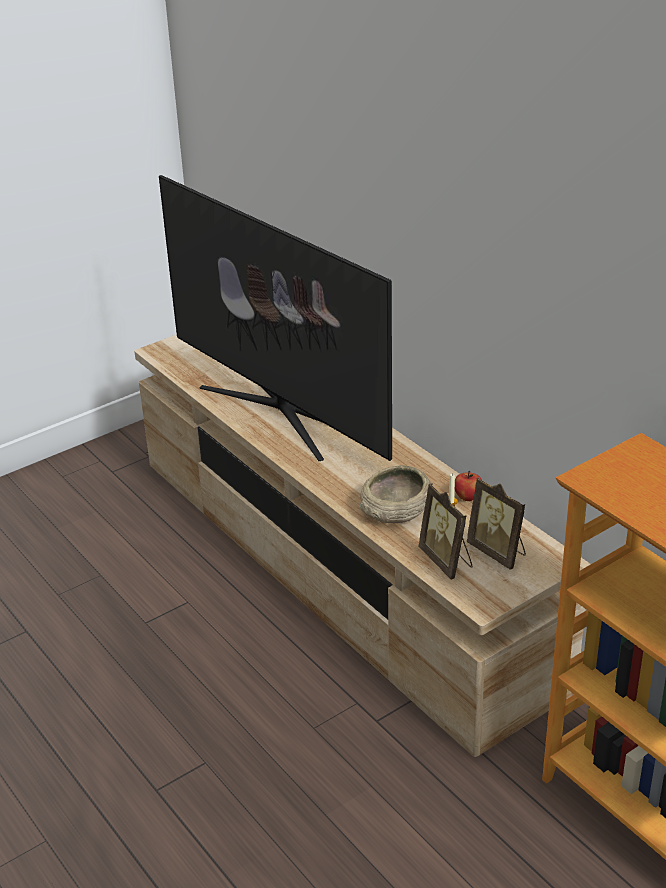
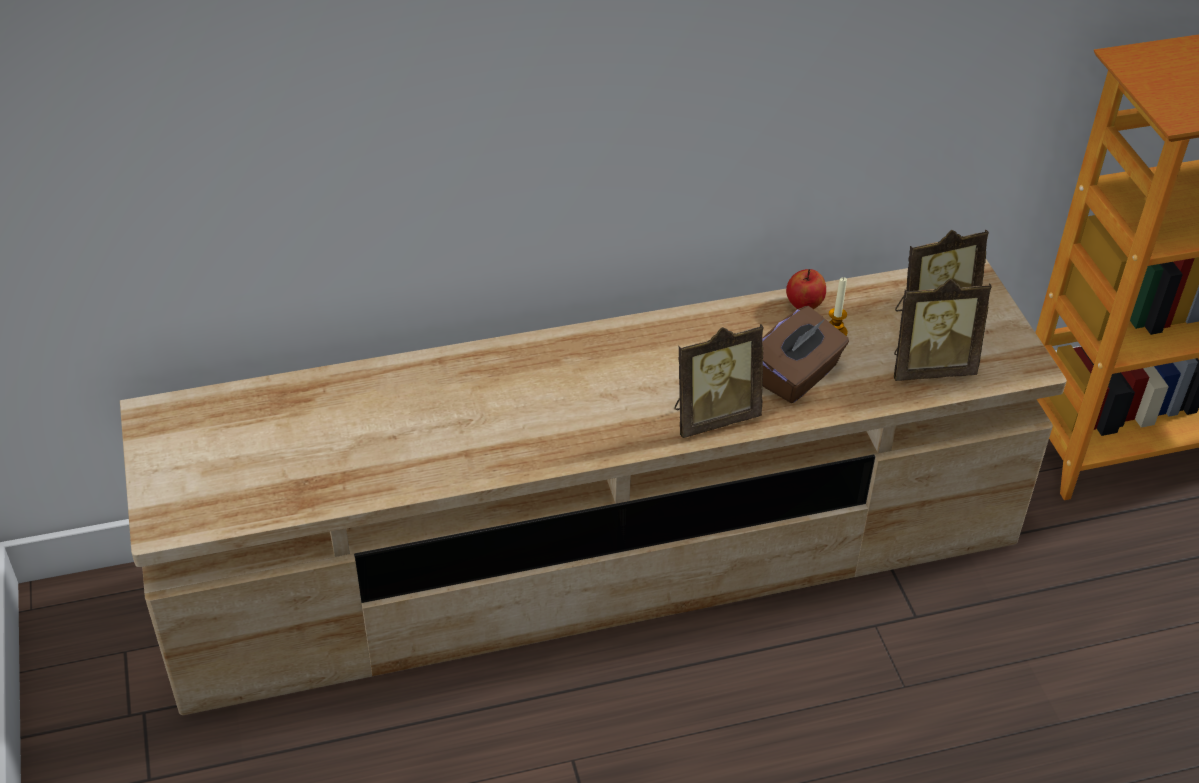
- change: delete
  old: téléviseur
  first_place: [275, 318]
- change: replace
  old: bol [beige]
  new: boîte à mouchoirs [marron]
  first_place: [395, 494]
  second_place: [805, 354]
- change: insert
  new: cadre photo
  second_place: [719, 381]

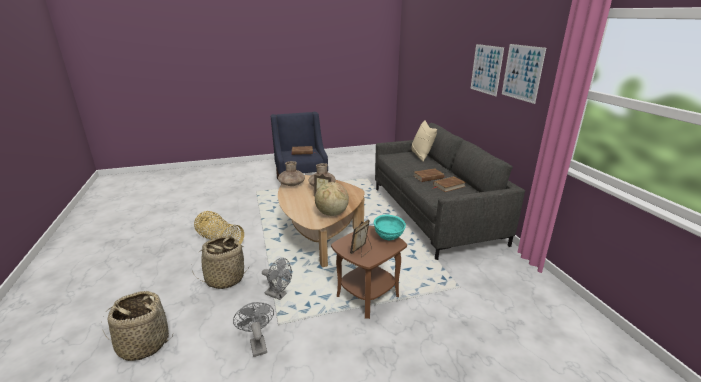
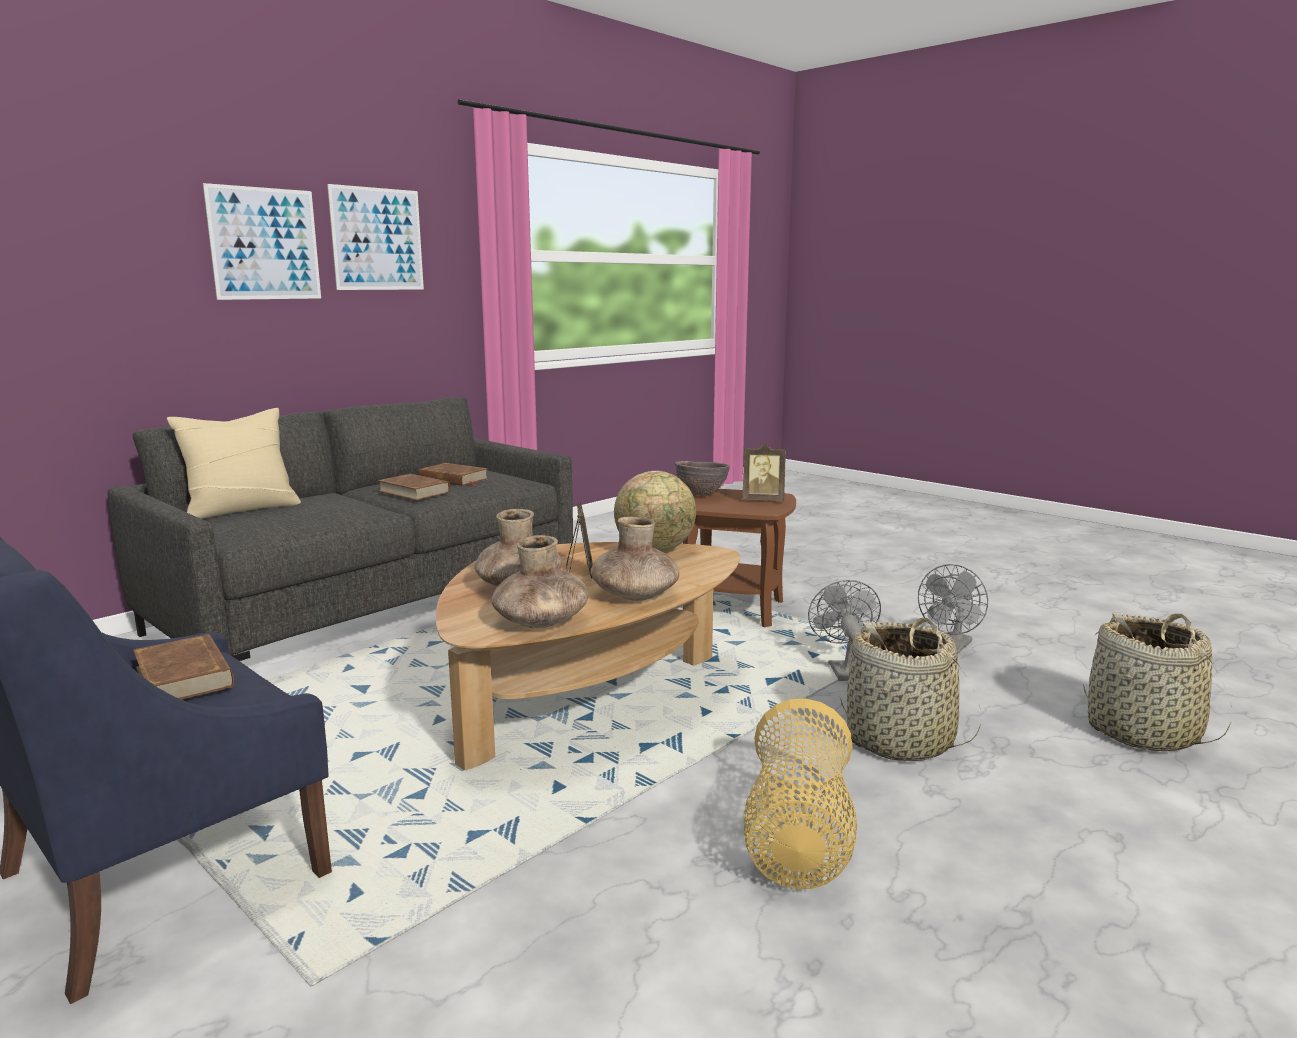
- change: recolor
  old: bol [turquoise]
  new: bol [marron]
  first_place: [390, 227]
  second_place: [702, 478]
- change: insert
  new: vase [marron]
  second_place: [635, 559]

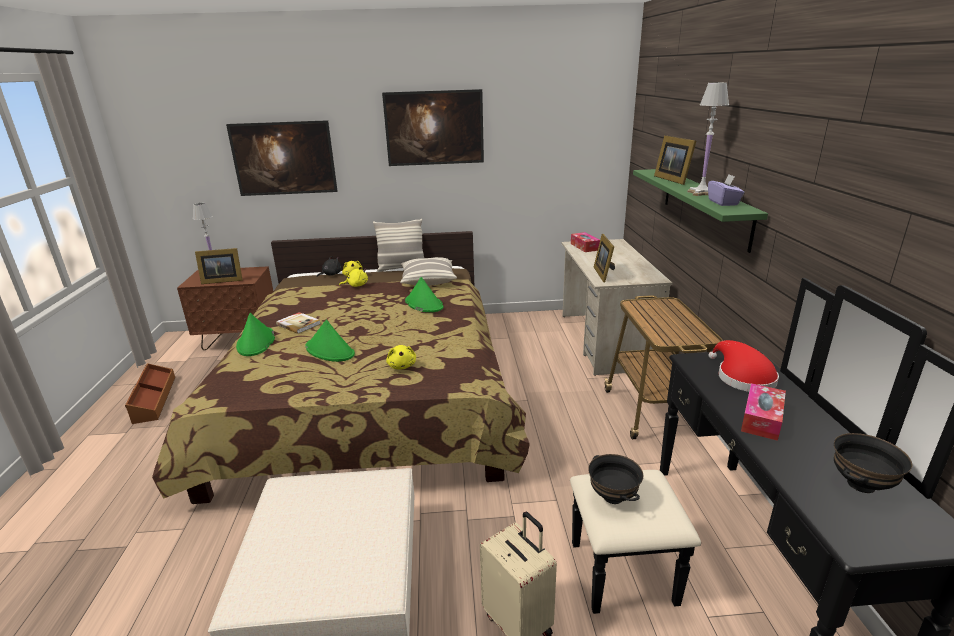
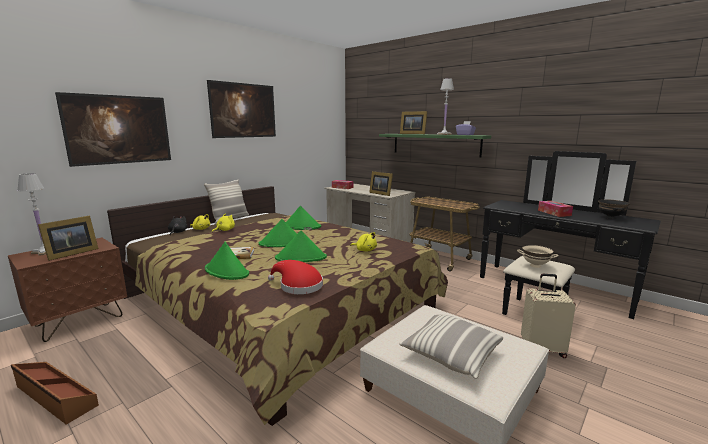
- change: move
  old: coussin
  first_place: [428, 271]
  second_place: [451, 346]
- change: move
  old: chapeau [rouge]
  first_place: [743, 366]
  second_place: [295, 277]
- change: recolor
  old: bol [noir]
  new: bol [beige]
  first_place: [615, 479]
  second_place: [537, 256]
- change: insert
  new: chapeau [vert]
  second_place: [278, 233]

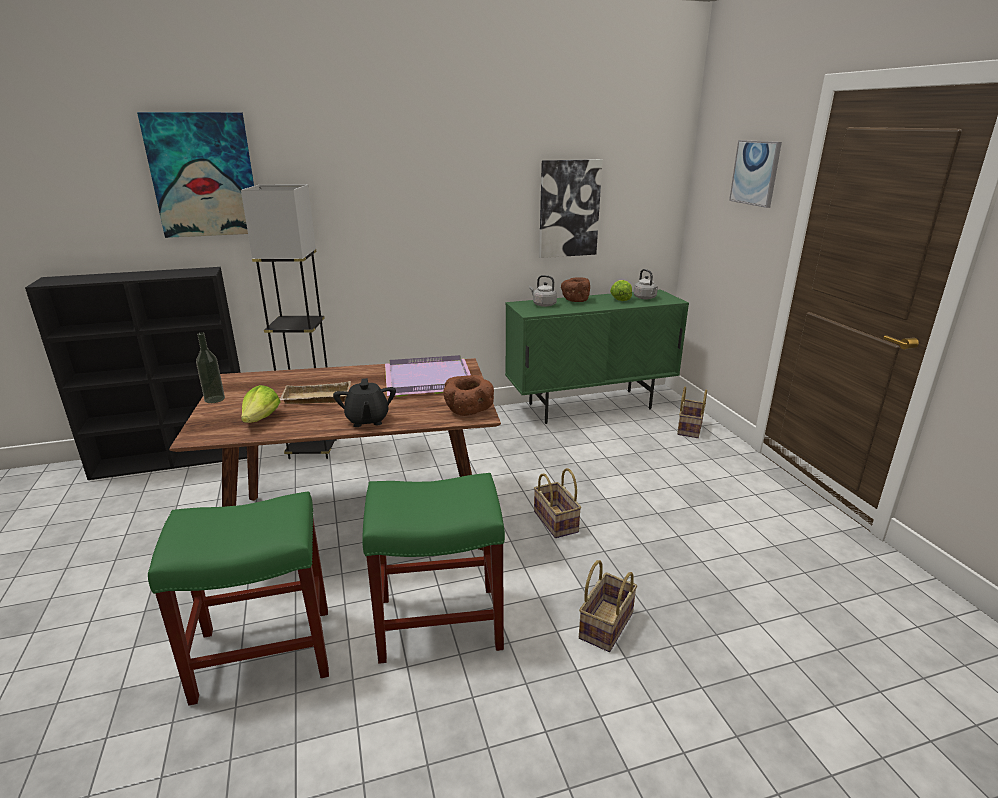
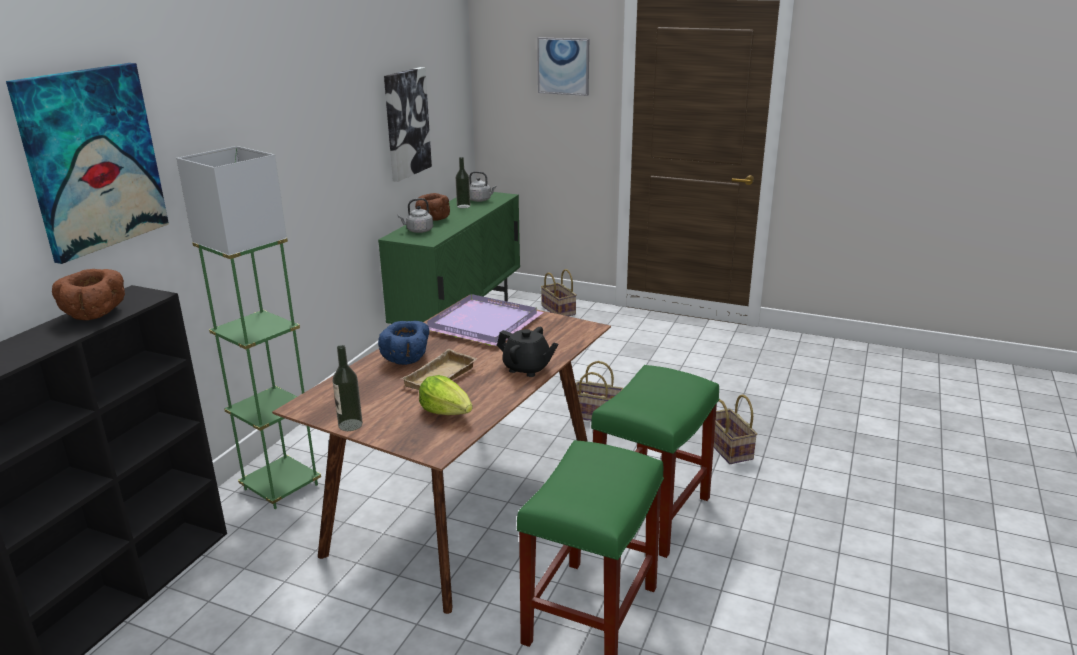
- change: recolor
  old: lampadaire [noir]
  new: lampadaire [vert]
  first_place: [289, 322]
  second_place: [249, 327]
- change: replace
  old: laitue
  new: bouteille
  first_place: [621, 290]
  second_place: [462, 182]
- change: move
  old: bol [marron]
  first_place: [468, 395]
  second_place: [88, 294]
- change: insert
  new: bol [bleu]
  second_place: [403, 343]

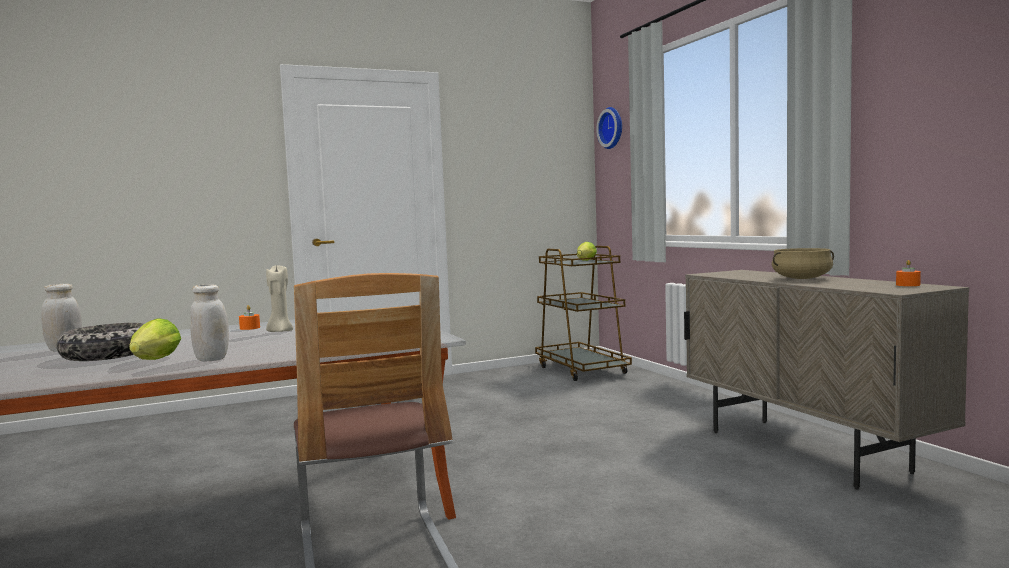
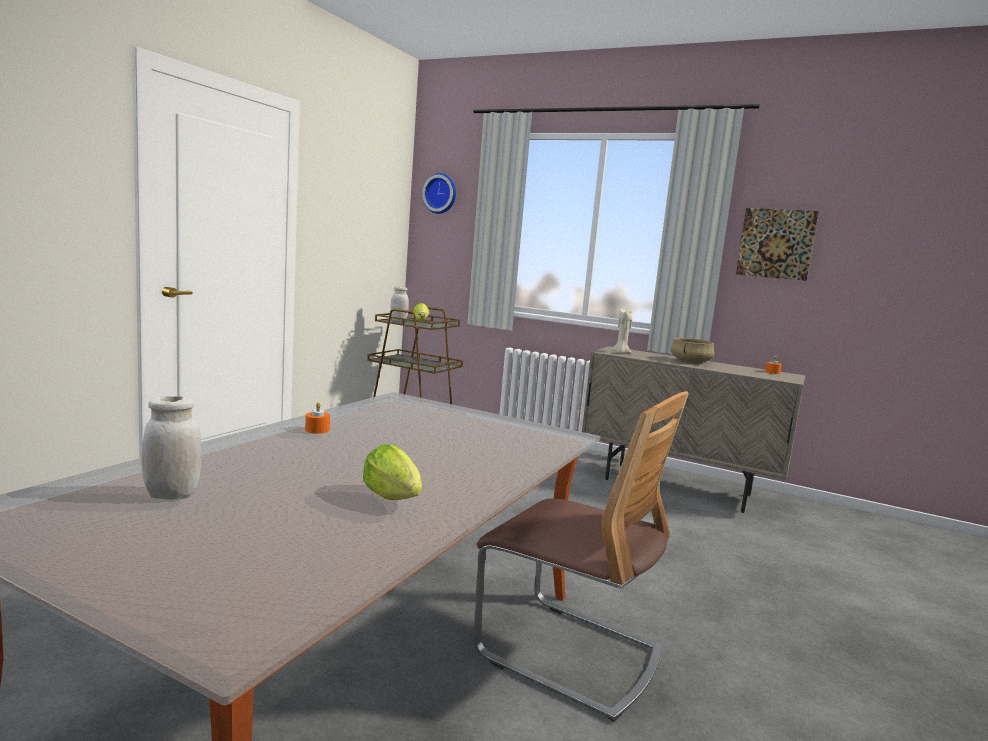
- change: move
  old: bougie [beige]
  first_place: [279, 298]
  second_place: [622, 331]
- change: move
  old: bocal [blanc]
  first_place: [209, 322]
  second_place: [399, 303]
- change: delete
  old: bol
  first_place: [100, 342]
- change: insert
  new: tableau
  second_place: [777, 244]

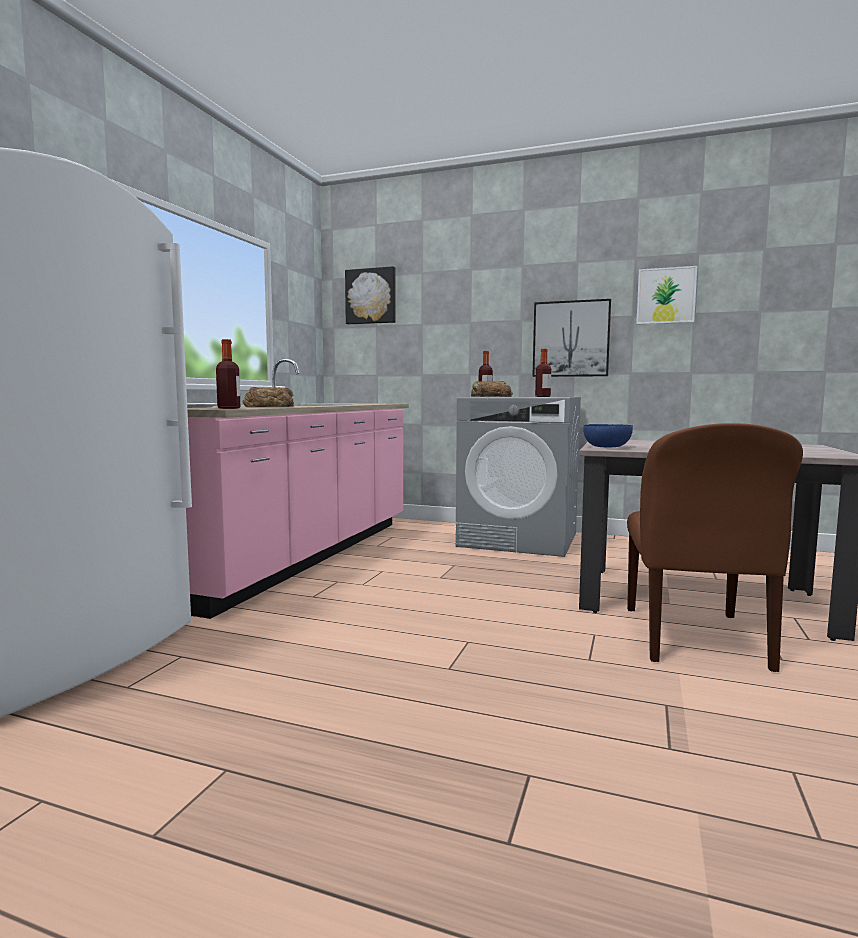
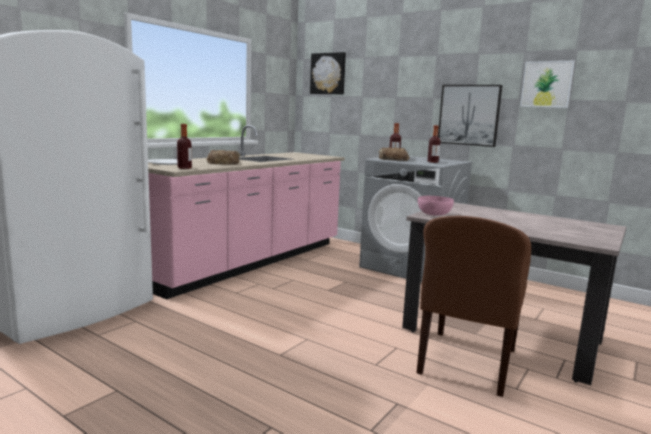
- change: recolor
  old: bol [bleu]
  new: bol [rose]
  first_place: [608, 435]
  second_place: [436, 206]

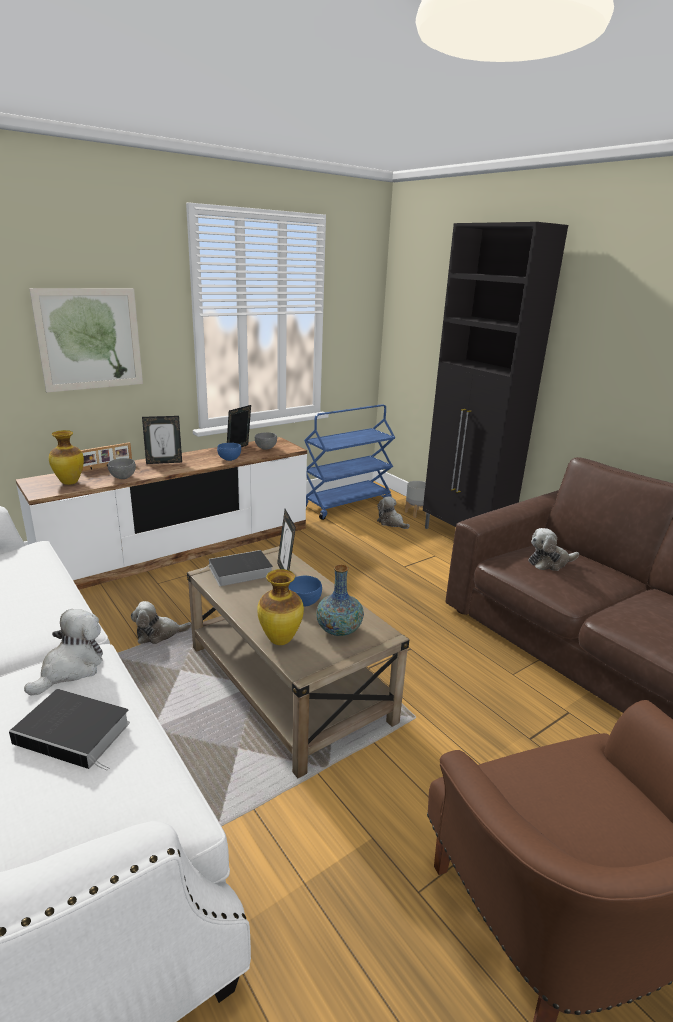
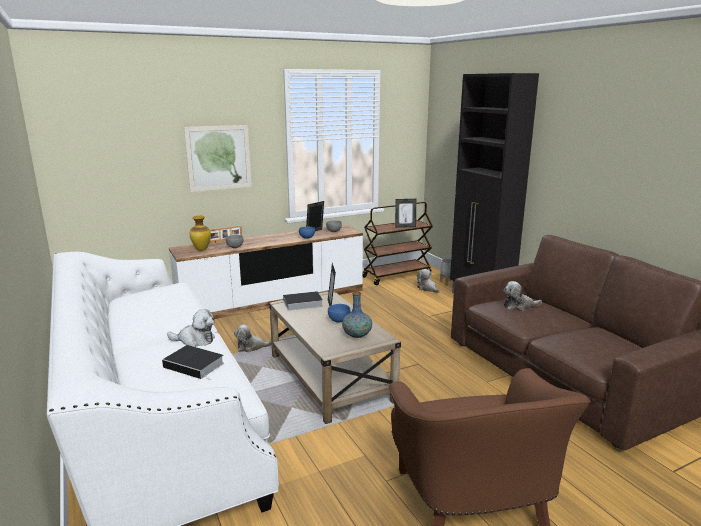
- change: recolor
  old: chariot [bleu]
  new: chariot [marron]
  first_place: [349, 462]
  second_place: [398, 243]
- change: move
  old: cadre photo
  first_place: [162, 440]
  second_place: [405, 213]
- change: delete
  old: vase
  first_place: [280, 607]
- change: rotate
  old: peluche
  first_place: [63, 652]
  second_place: [191, 328]
  degrees: 60

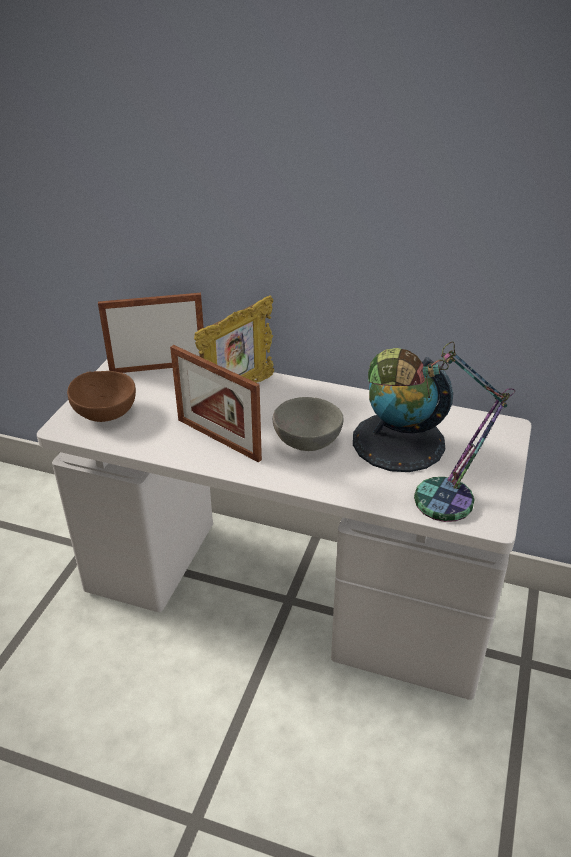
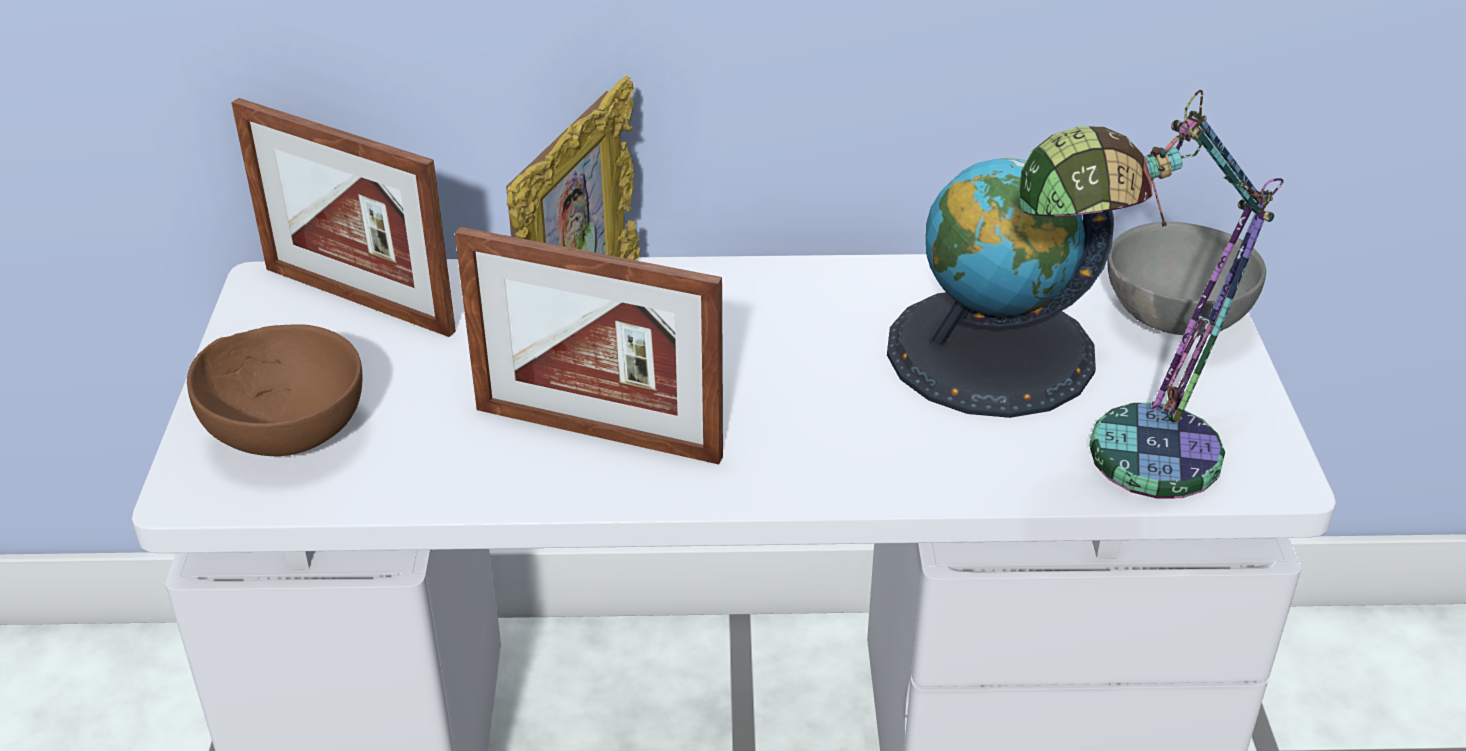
- change: rotate
  old: cadre photo
  first_place: [151, 333]
  second_place: [343, 217]
  degrees: -120
- change: move
  old: bol [gris]
  first_place: [308, 424]
  second_place: [1186, 279]

